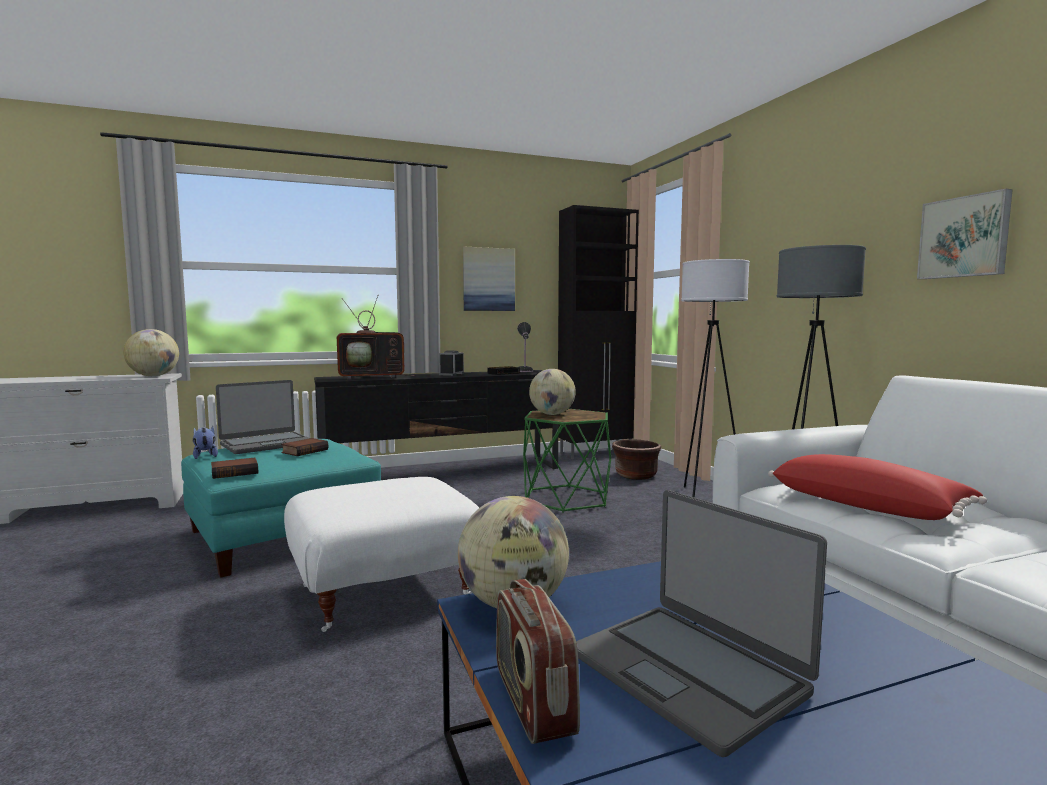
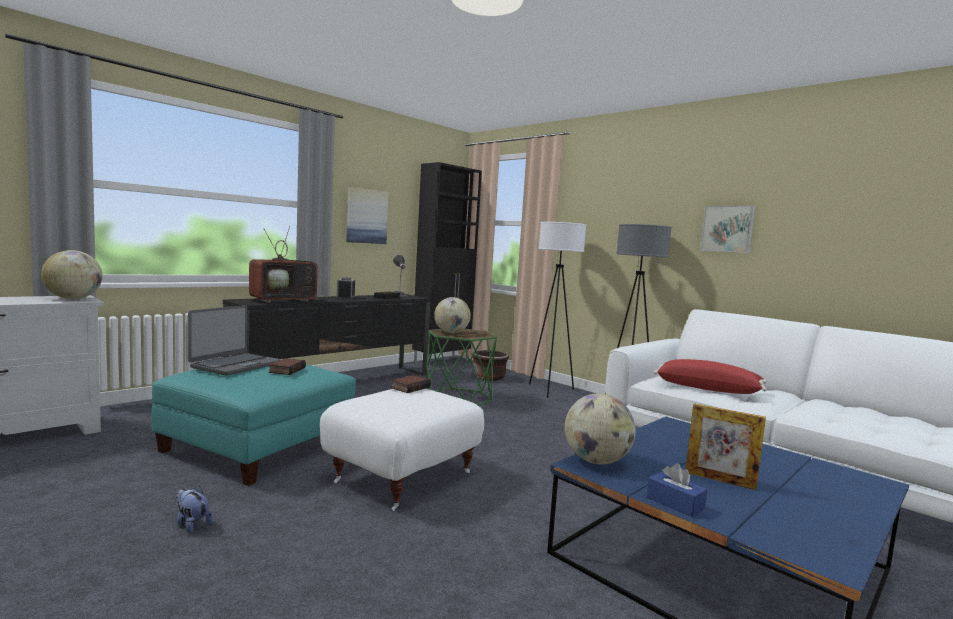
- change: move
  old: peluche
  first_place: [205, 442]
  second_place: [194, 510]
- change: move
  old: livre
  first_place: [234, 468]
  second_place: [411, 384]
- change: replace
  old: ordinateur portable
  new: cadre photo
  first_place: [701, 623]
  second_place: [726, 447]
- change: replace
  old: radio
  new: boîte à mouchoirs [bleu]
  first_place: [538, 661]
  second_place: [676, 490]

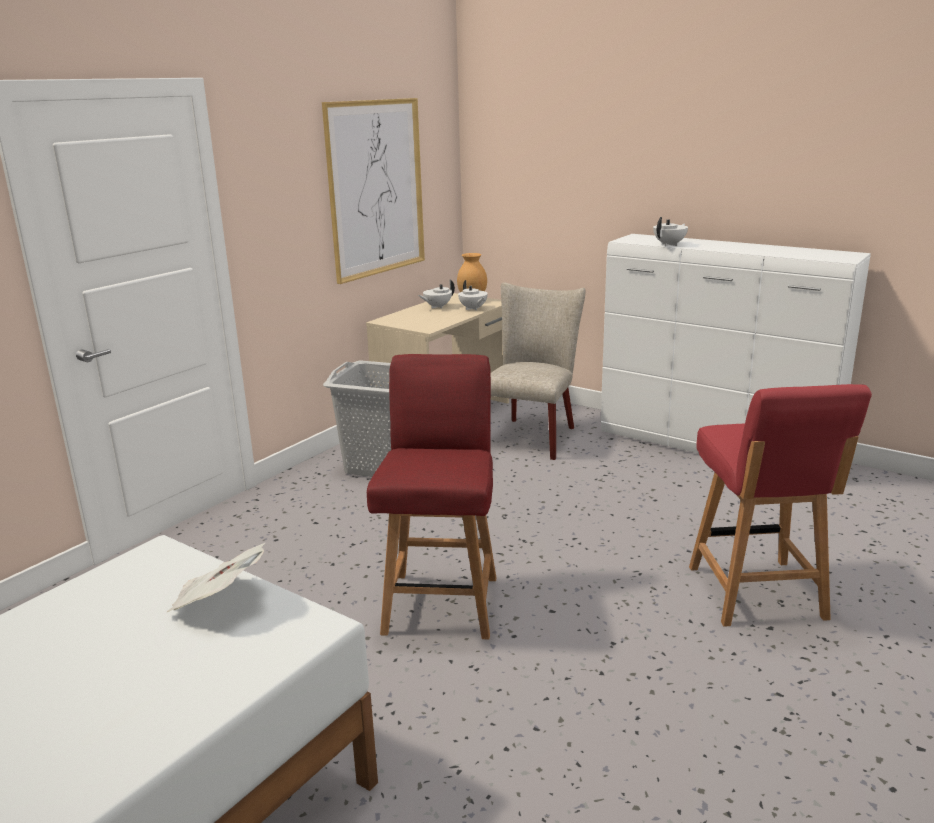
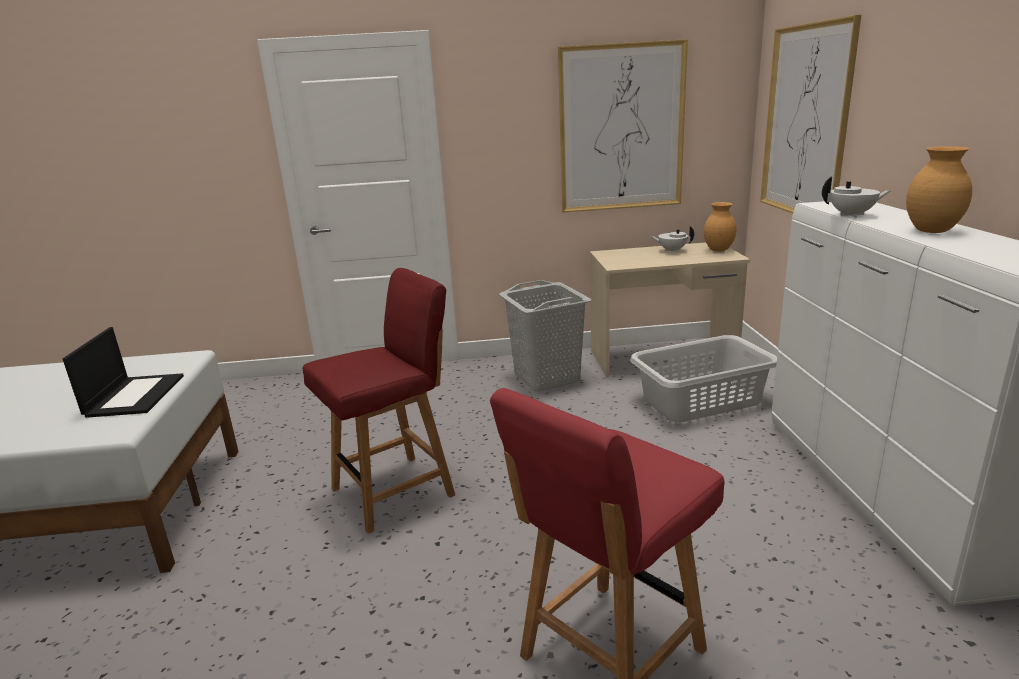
- change: delete
  old: théière [blanc]
  first_place: [473, 295]
- change: replace
  old: chaise [beige]
  new: panier à linge [gris]
  first_place: [538, 371]
  second_place: [703, 379]
- change: replace
  old: journal
  new: ordinateur portable
  first_place: [215, 578]
  second_place: [123, 372]
- change: insert
  new: tableau
  second_place: [810, 114]
- change: insert
  new: vase [marron]
  second_place: [939, 189]

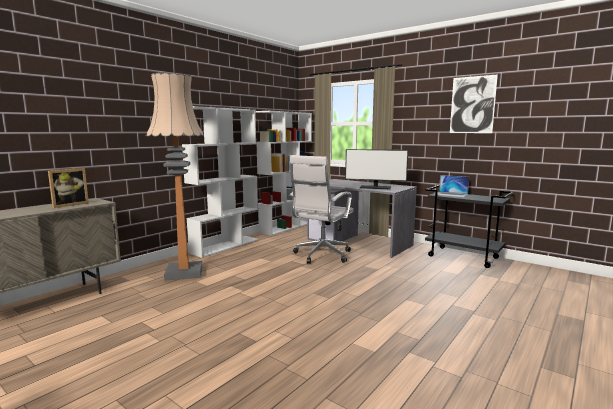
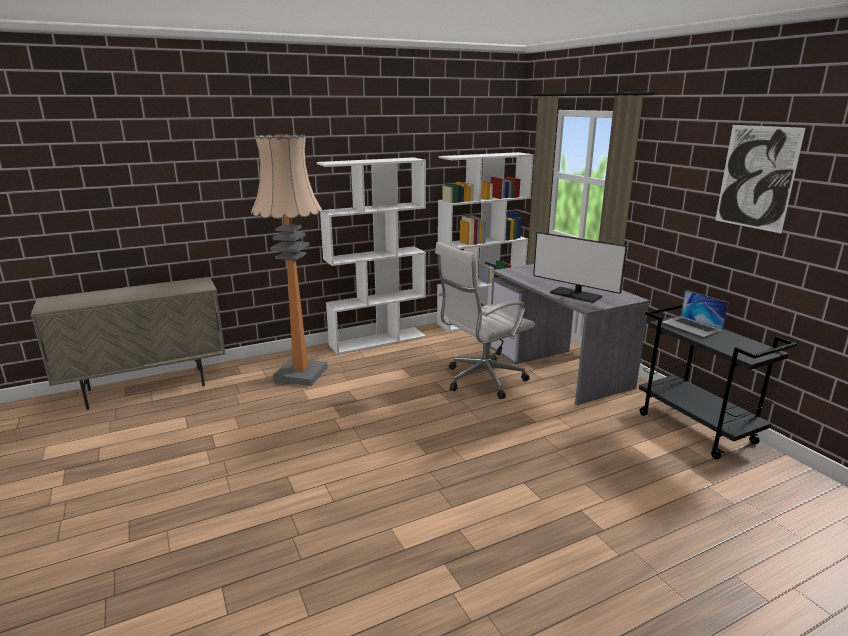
- change: delete
  old: cadre photo
  first_place: [68, 188]

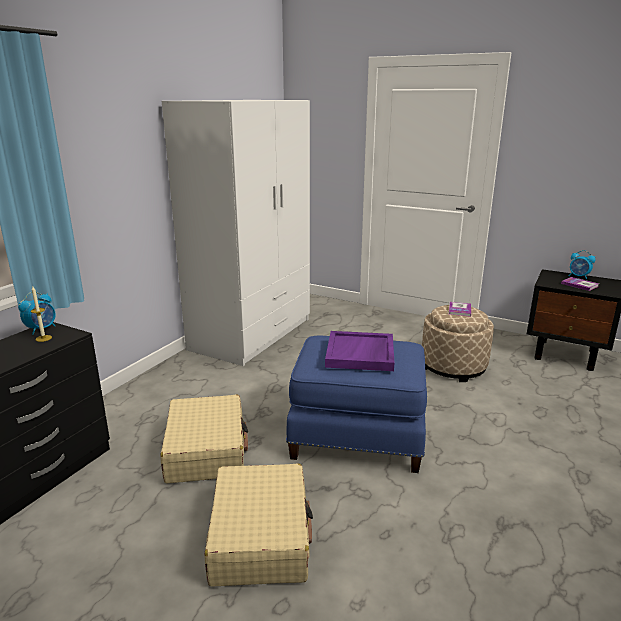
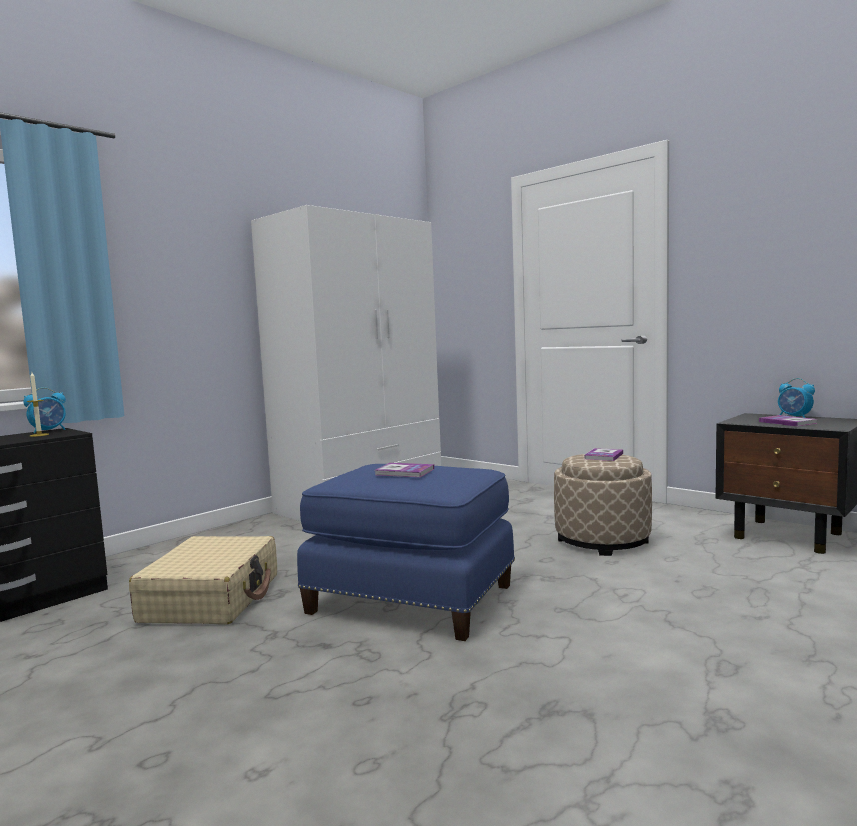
- change: replace
  old: plateau [violet]
  new: livre
  first_place: [359, 351]
  second_place: [404, 470]
- change: delete
  old: valise [beige]
  first_place: [259, 525]

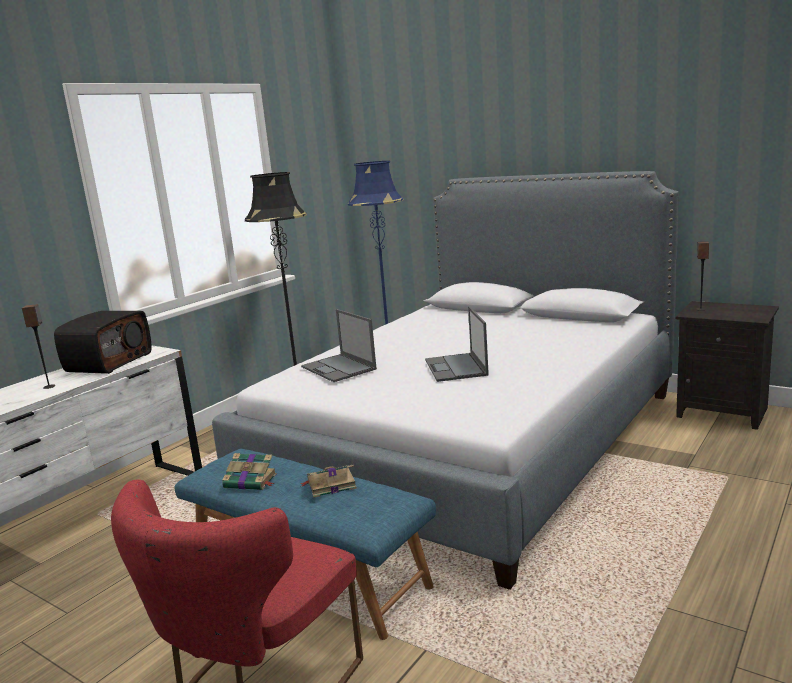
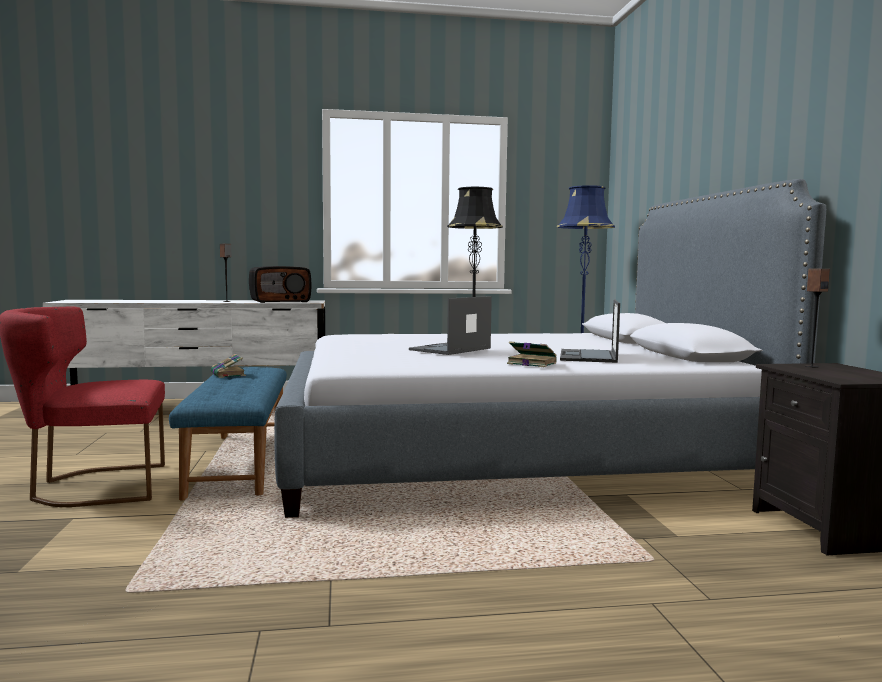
- change: move
  old: ordinateur portable
  first_place: [339, 345]
  second_place: [590, 331]
- change: move
  old: livre
  first_place: [329, 481]
  second_place: [532, 354]

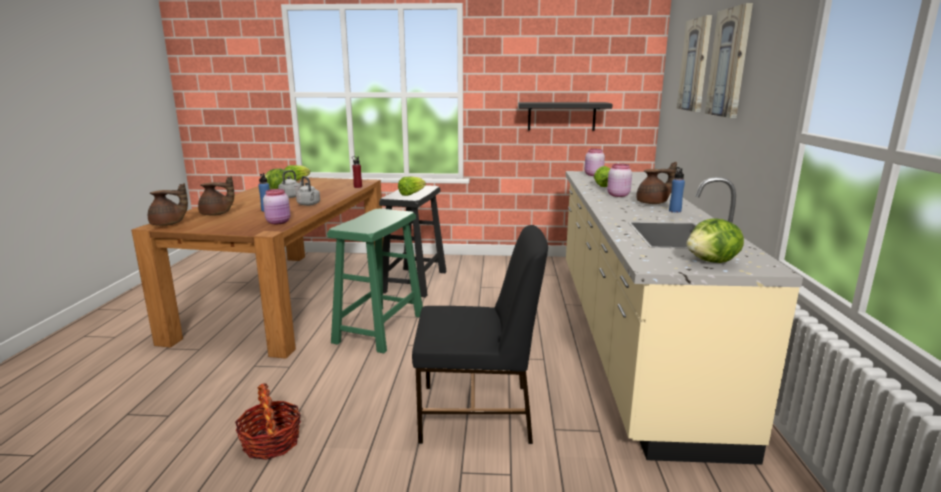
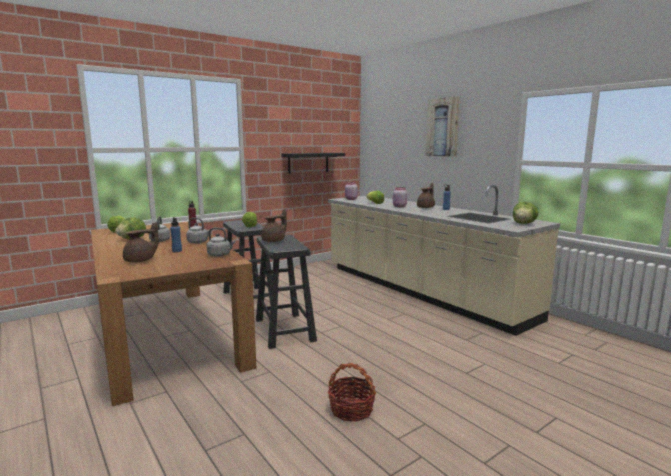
- change: delete
  old: tableau
  first_place: [694, 63]
- change: move
  old: théière [marron]
  first_place: [168, 204]
  second_place: [274, 225]
- change: replace
  old: bocal [rose]
  new: bouilloire [gris]
  first_place: [276, 206]
  second_place: [221, 242]
- change: recolor
  old: tabouret [vert]
  new: tabouret [noir]
  first_place: [375, 281]
  second_place: [286, 291]
- change: delete
  old: chaise [noir]
  first_place: [480, 334]

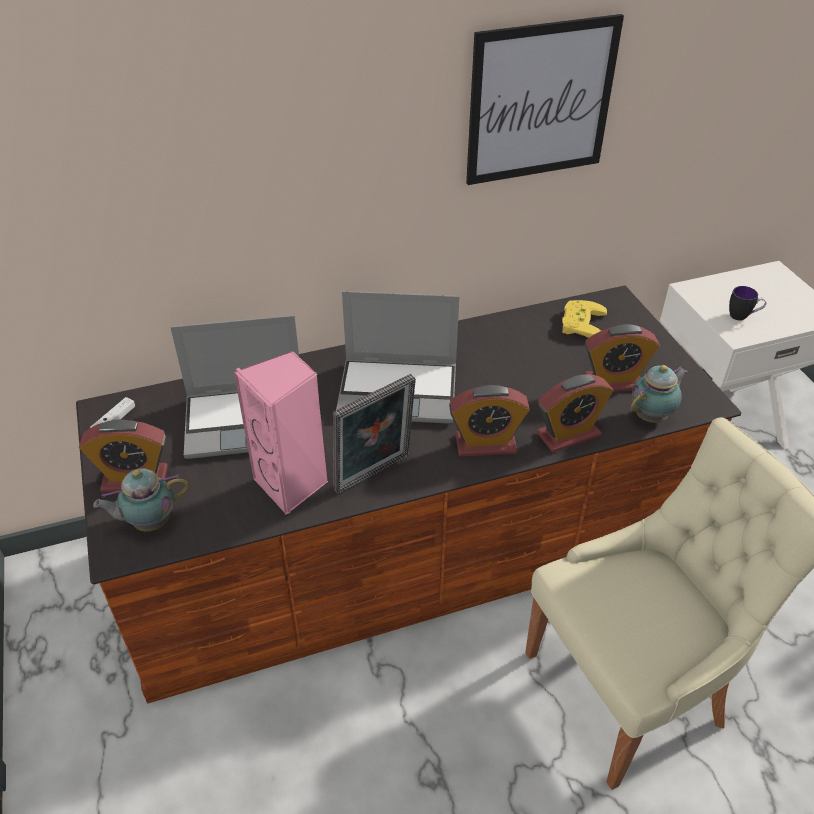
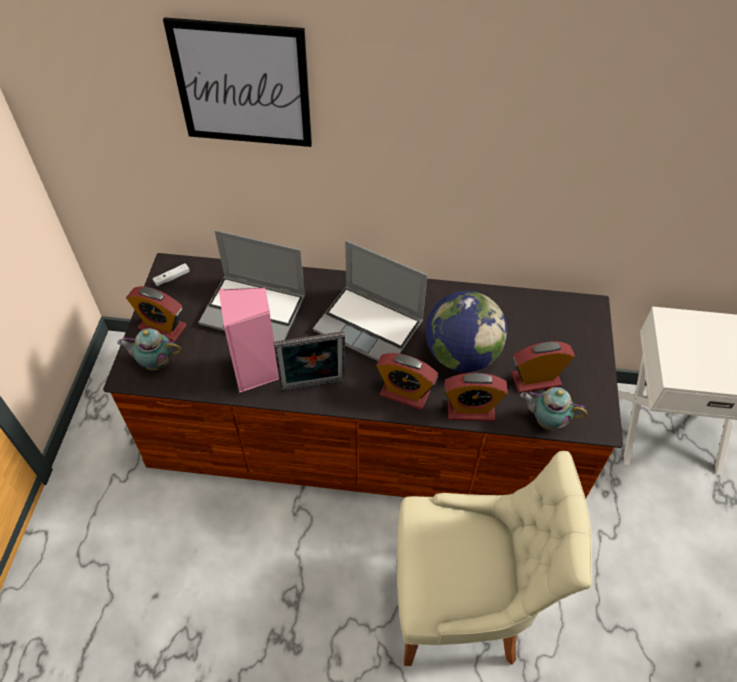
- change: move
  old: tableau
  first_place: [545, 99]
  second_place: [237, 82]
- change: delete
  old: mug
  first_place: [747, 303]
- change: delete
  old: manette [jaune]
  first_place: [584, 319]
- change: rotate
  old: réveil
  first_place: [622, 358]
  second_place: [543, 367]
  degrees: 150
- change: rotate
  old: théière
  first_place: [659, 394]
  second_place: [554, 408]
  degrees: -150
- change: insert
  new: globe
  second_place: [466, 331]

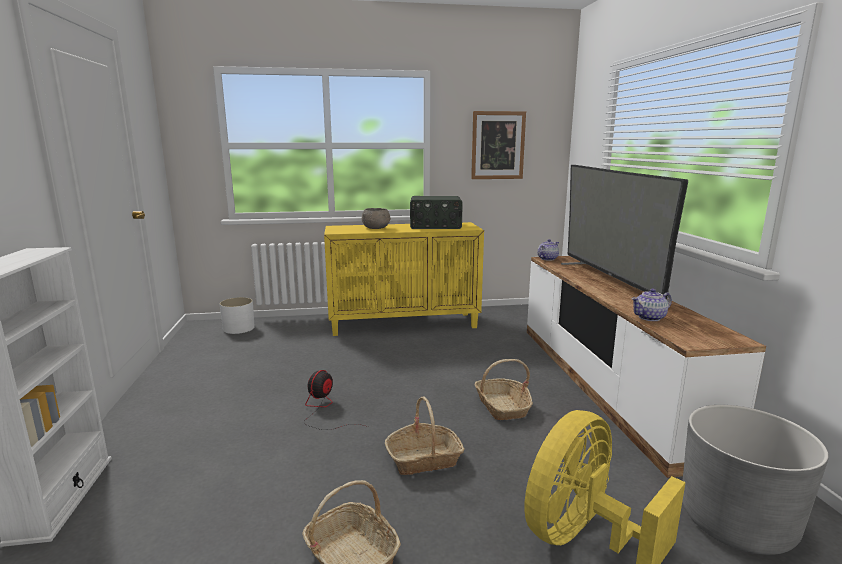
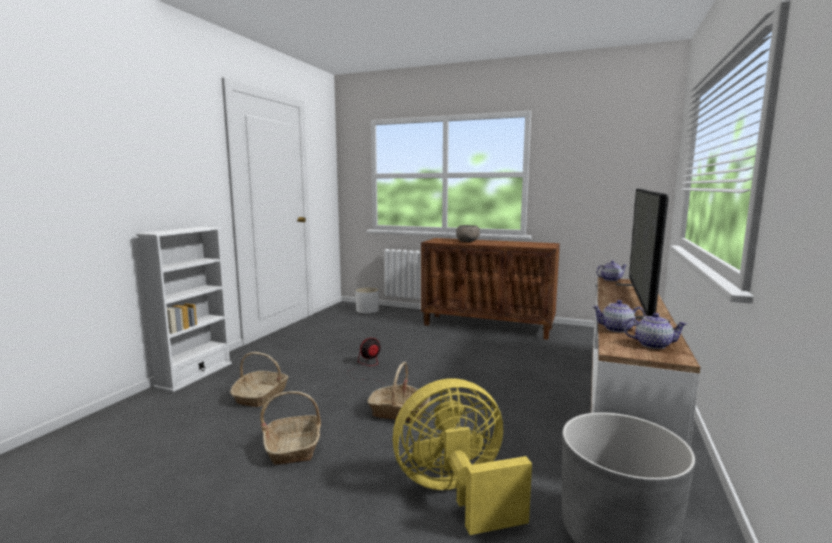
- change: delete
  old: tableau
  first_place: [498, 145]
- change: delete
  old: radio
  first_place: [436, 212]
- change: recolor
  old: meuble de rangement [jaune]
  new: meuble de rangement [marron]
  first_place: [404, 279]
  second_place: [490, 289]
- change: move
  old: panier
  first_place: [503, 389]
  second_place: [259, 379]
- change: insert
  new: théière
  second_place: [655, 331]

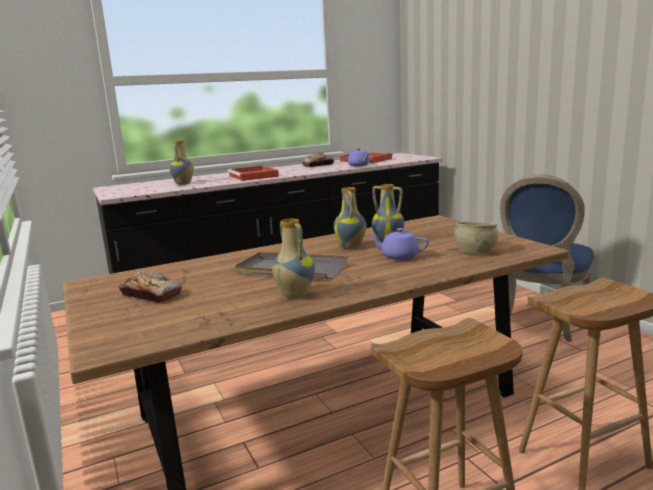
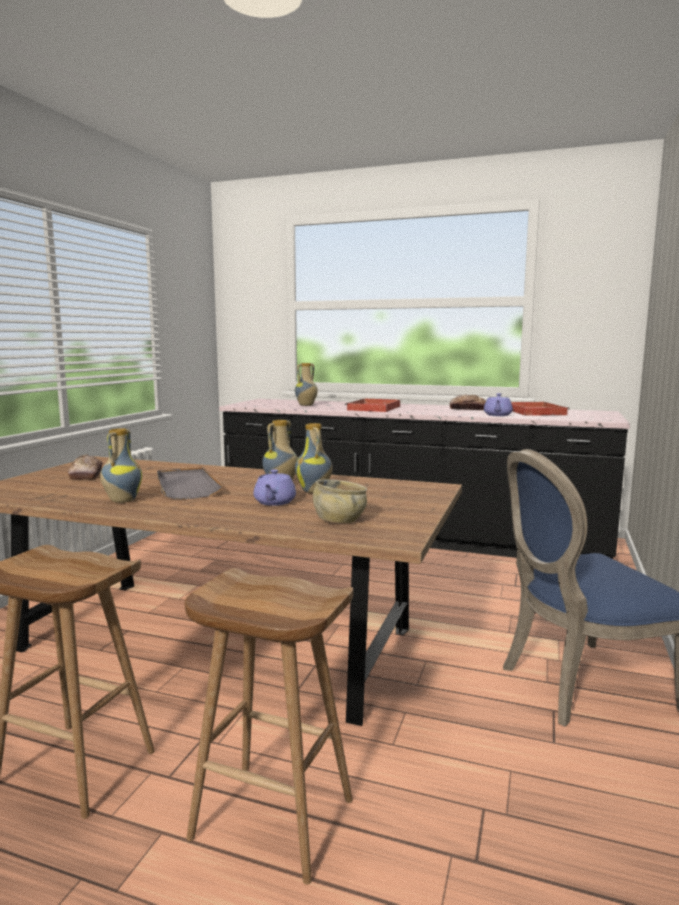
- change: rotate
  old: théière [violet]
  first_place: [399, 244]
  second_place: [275, 487]
  degrees: -150

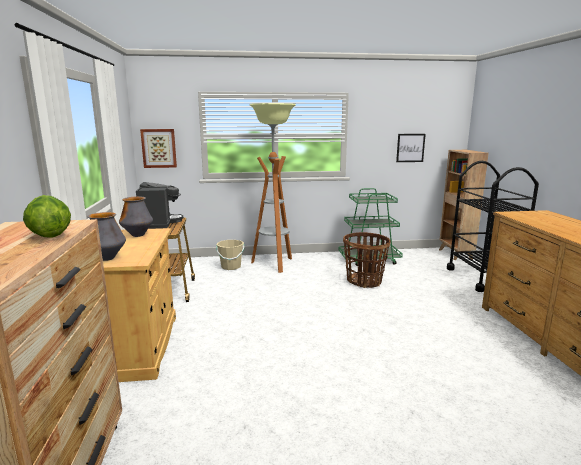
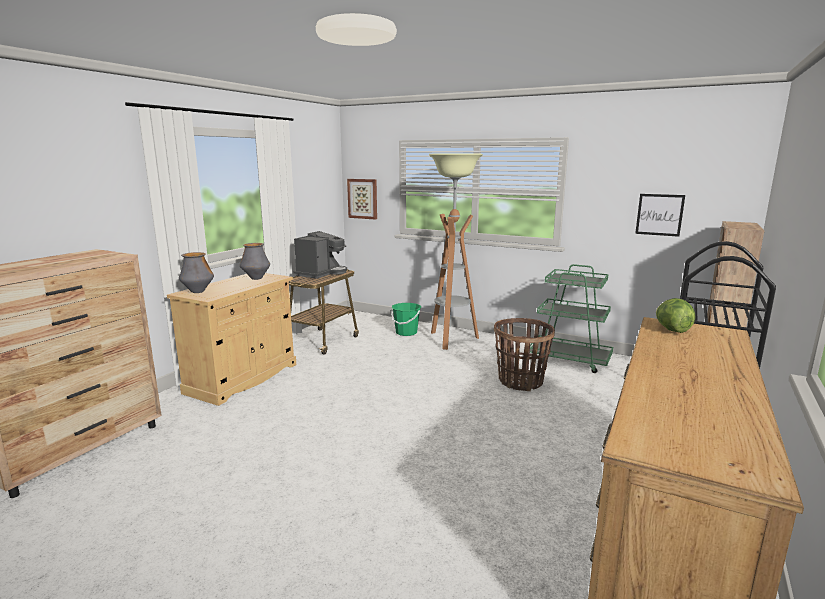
- change: move
  old: laitue
  first_place: [47, 216]
  second_place: [676, 315]
- change: recolor
  old: seau [beige]
  new: seau [vert]
  first_place: [230, 255]
  second_place: [406, 319]

